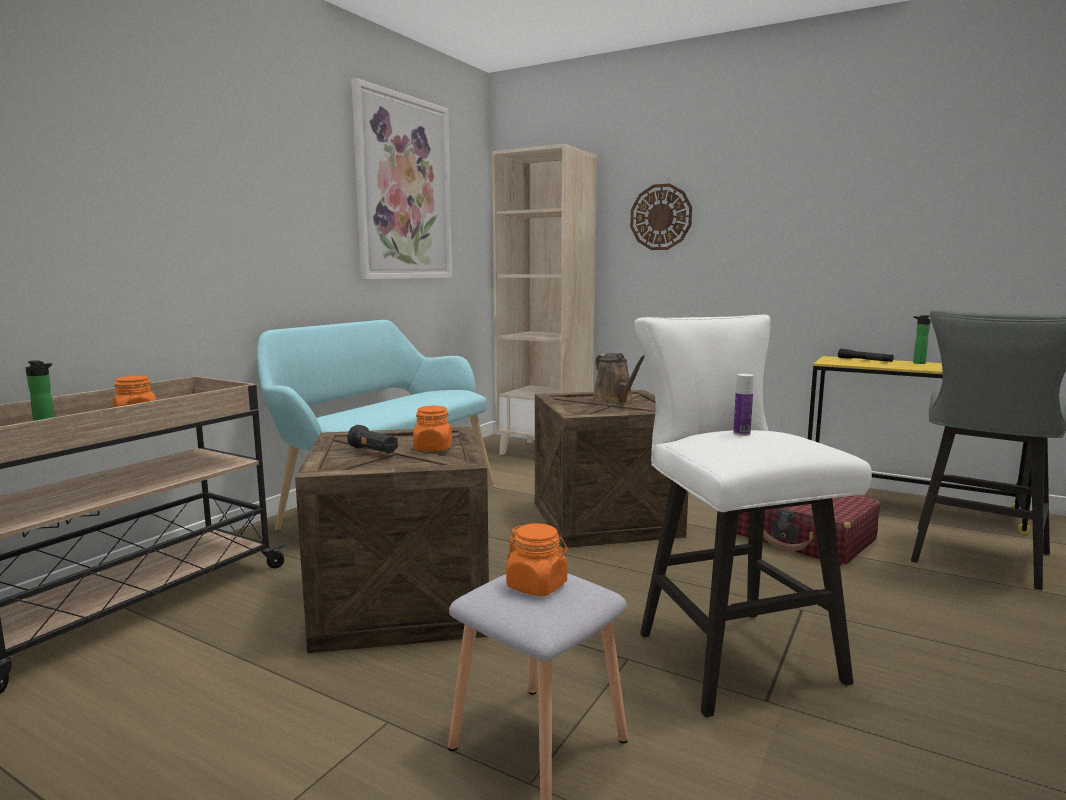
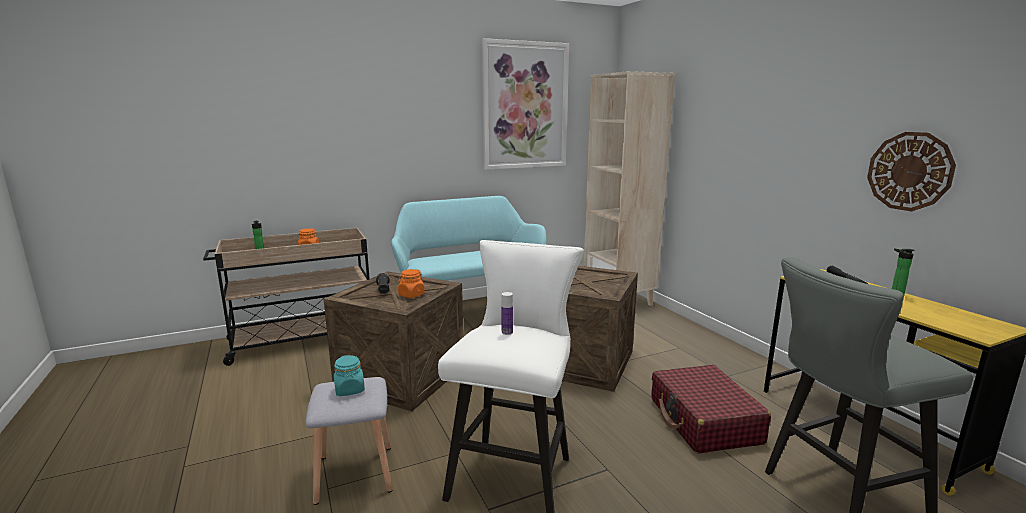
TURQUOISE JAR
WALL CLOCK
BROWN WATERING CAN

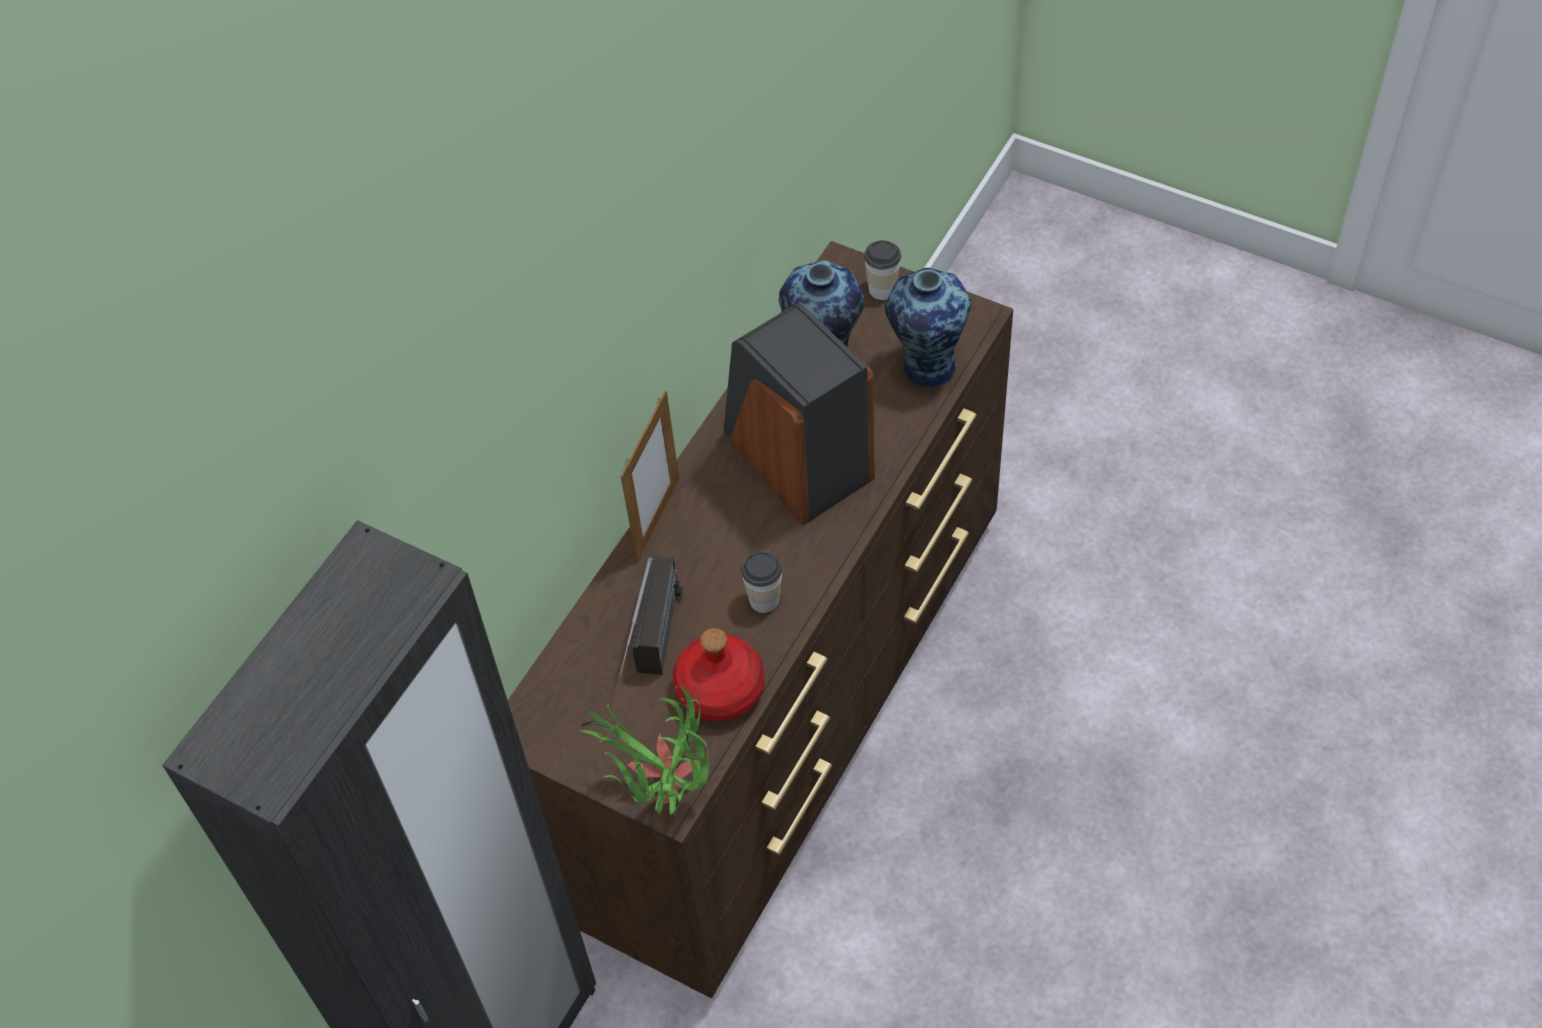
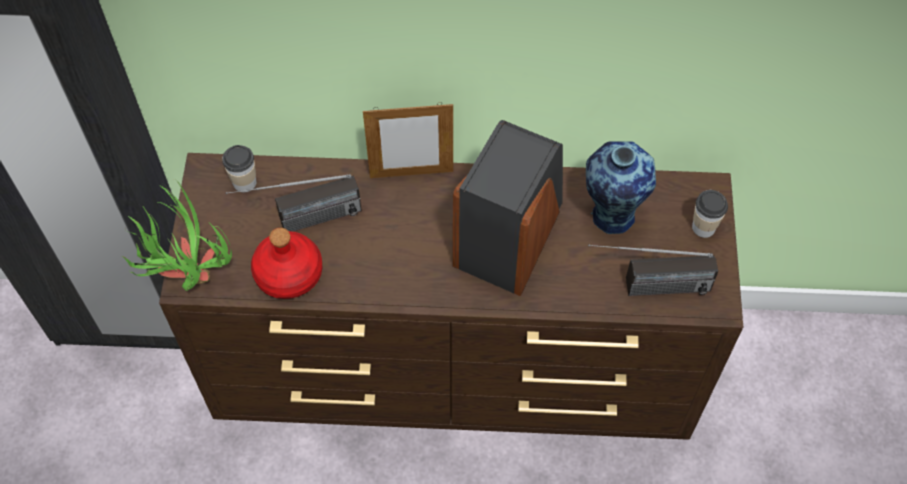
CUP (no. 1 from left)
RADIO (no. 2 from left)

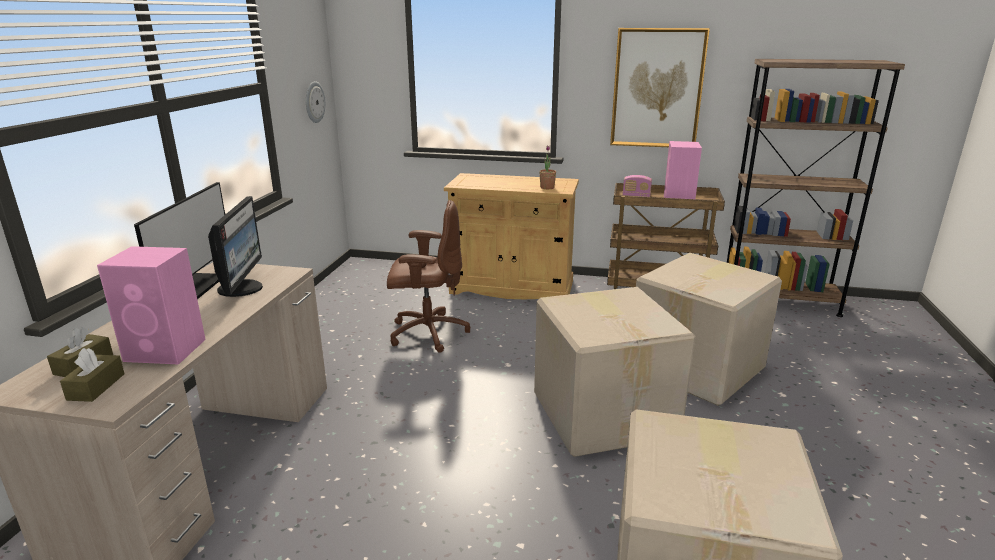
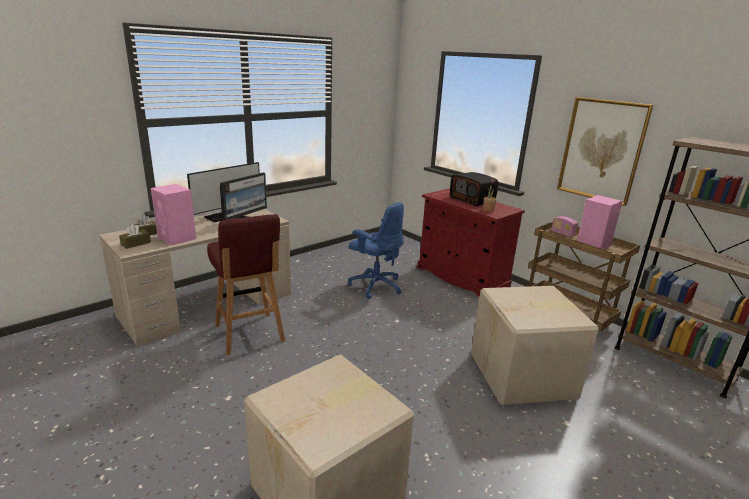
RED STOOL
BLUE OFFICE CHAIR
RED CABINET
RADIO (no. 1 from left)
WALL CLOCK
CARDBOARD BOX (no. 1 from left in the first image)

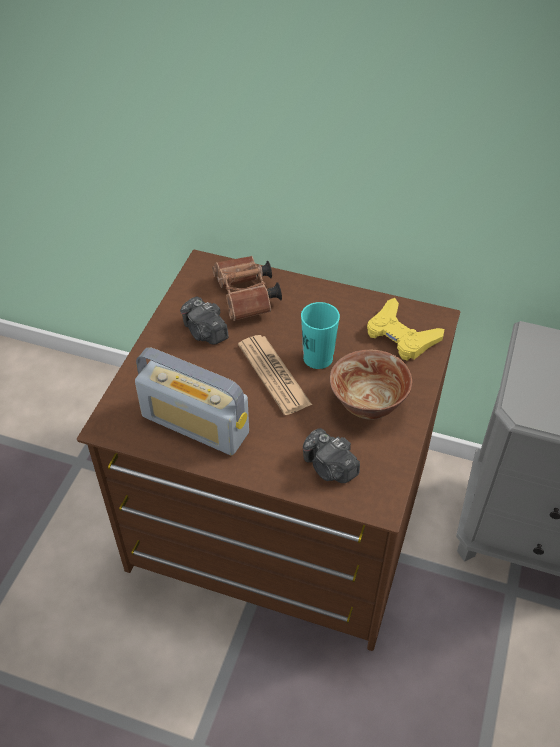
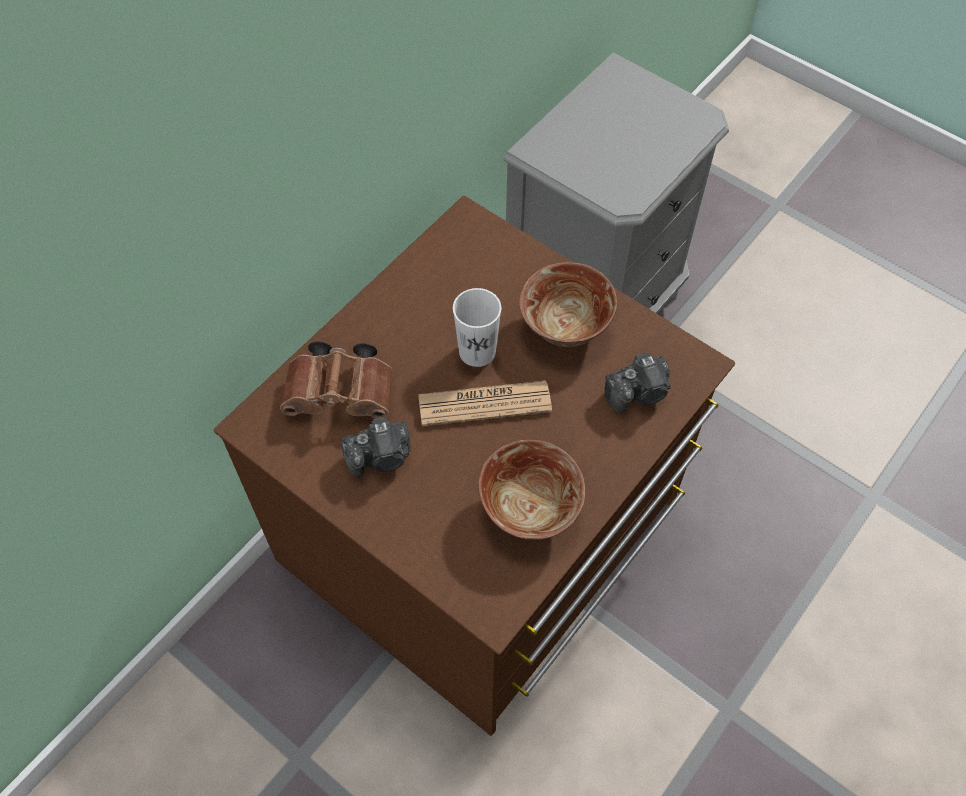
WHITE CUP
BOWL (no. 1 from left)
YELLOW GAME CONTROLLER

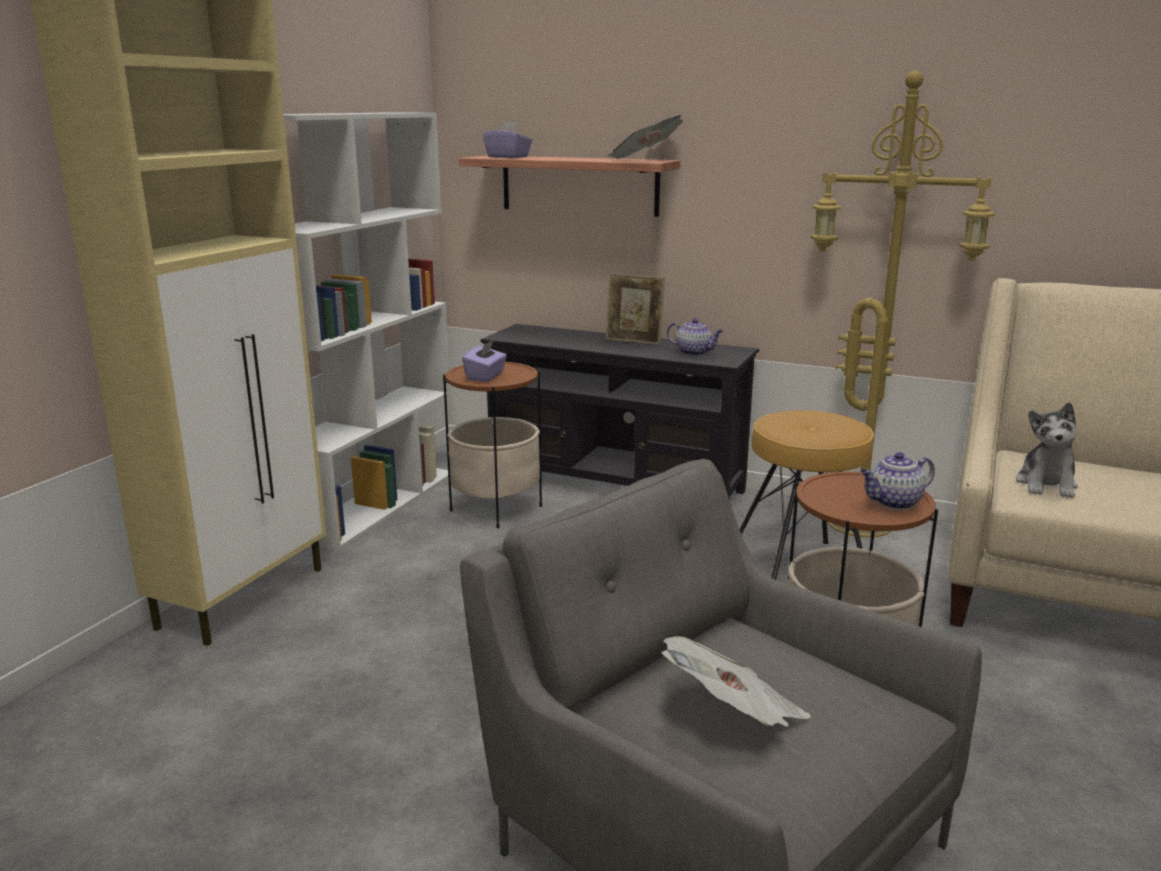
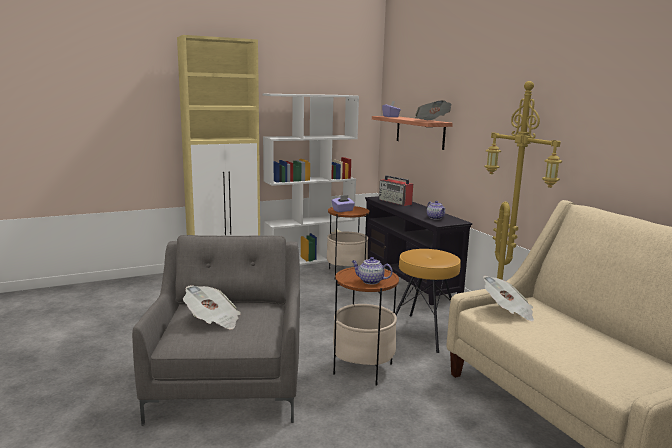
RADIO
NEWSPAPER (no. 3 from left)
PICTURE FRAME

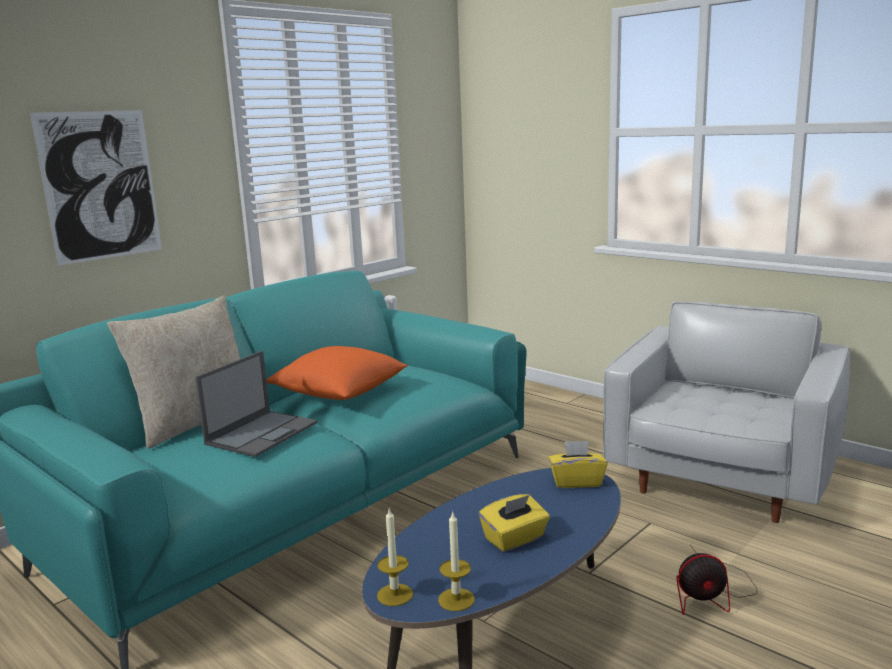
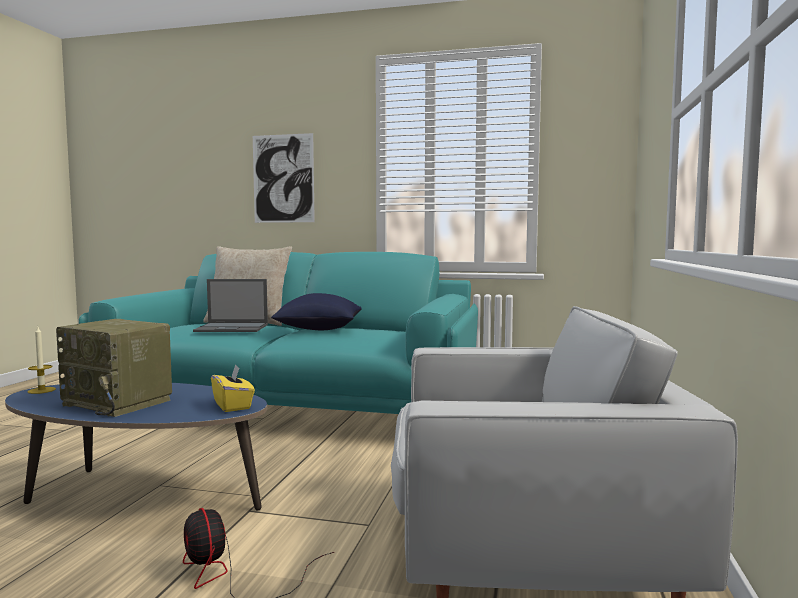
RADIO
BLUE PILLOW
CANDLE (no. 2 from left in the first image)

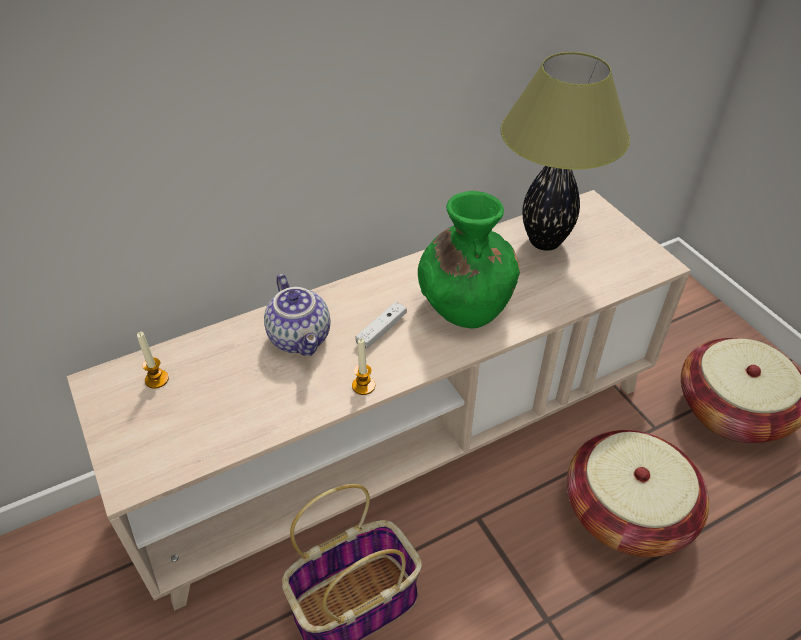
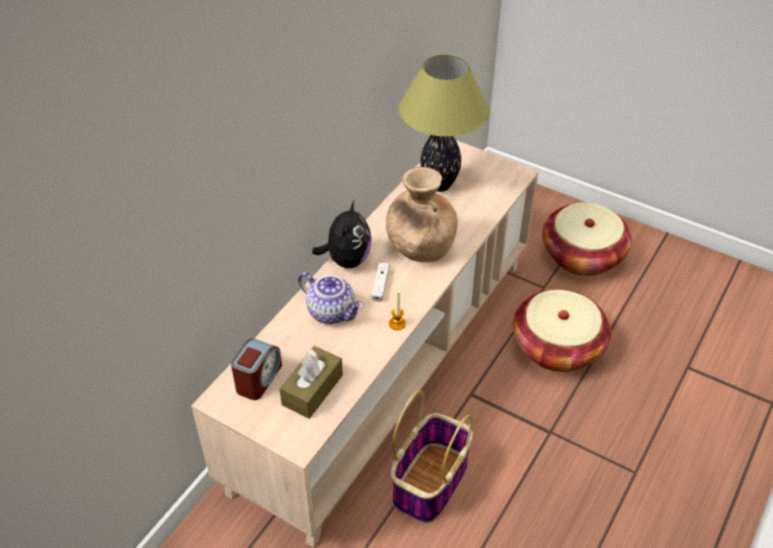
ALARM CLOCK
BROWN TISSUE BOX
PLUSH TOY
BROWN VASE

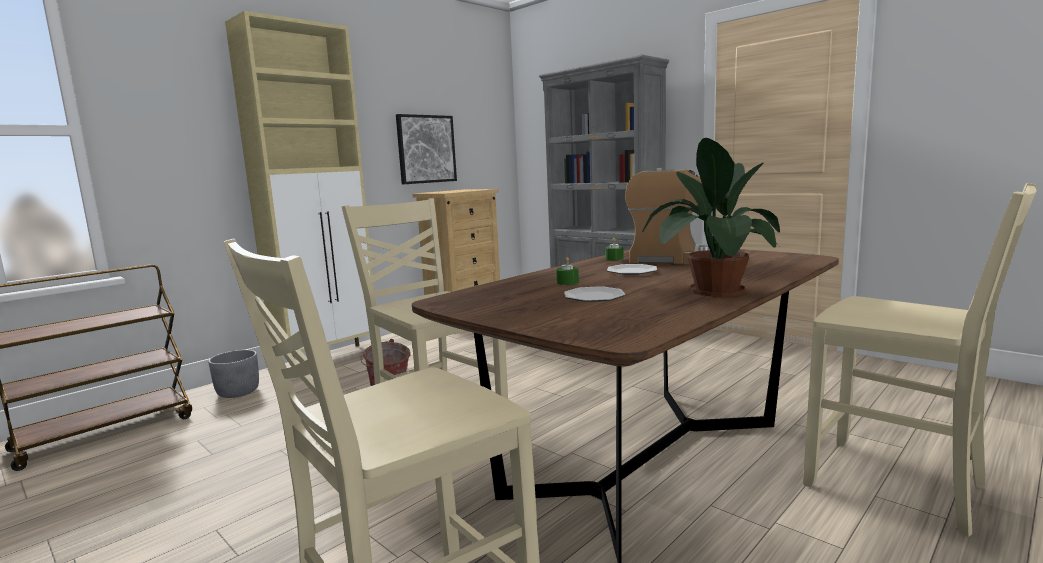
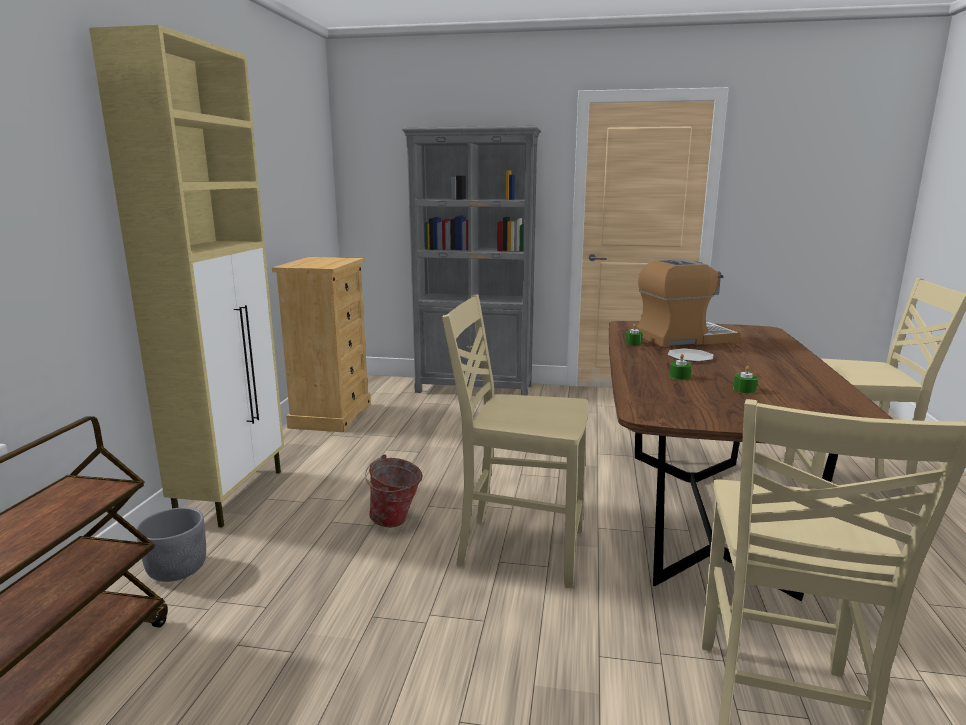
GREEN CANDLE (no. 3 from left)
PICTURE
POTTED PLANT

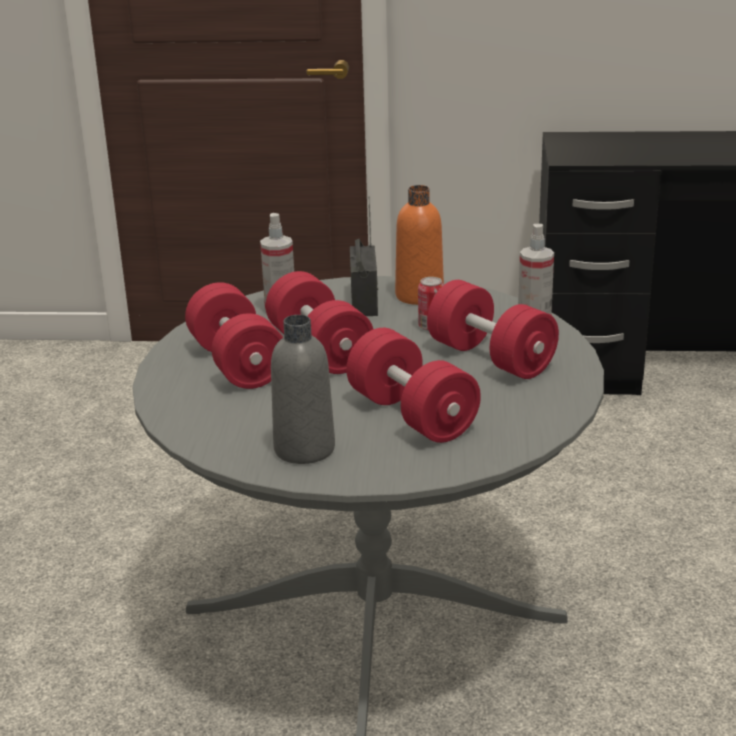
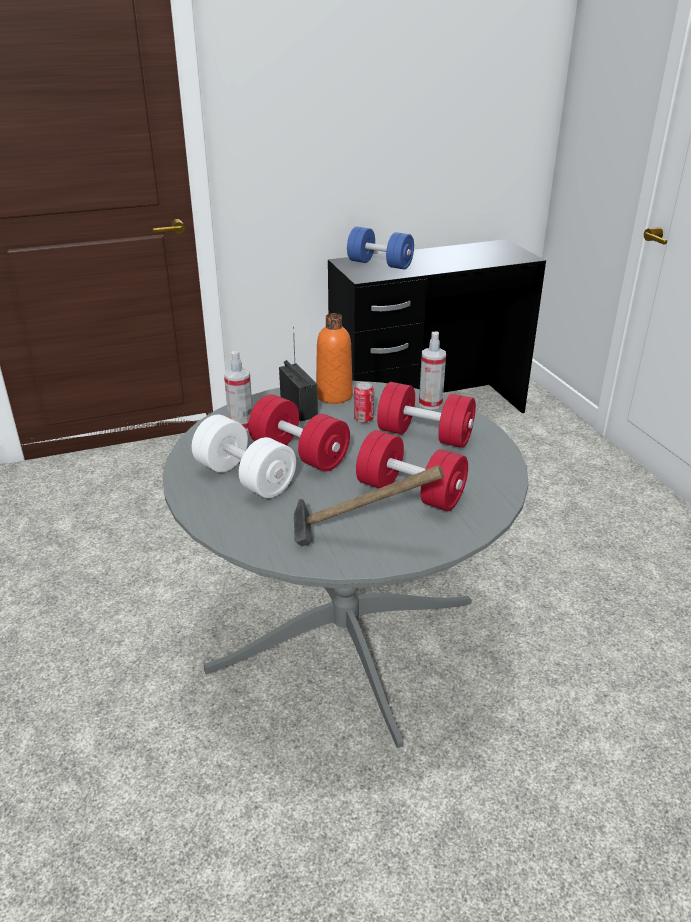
WHITE DUMBBELL
HAMMER
BLUE DUMBBELL

